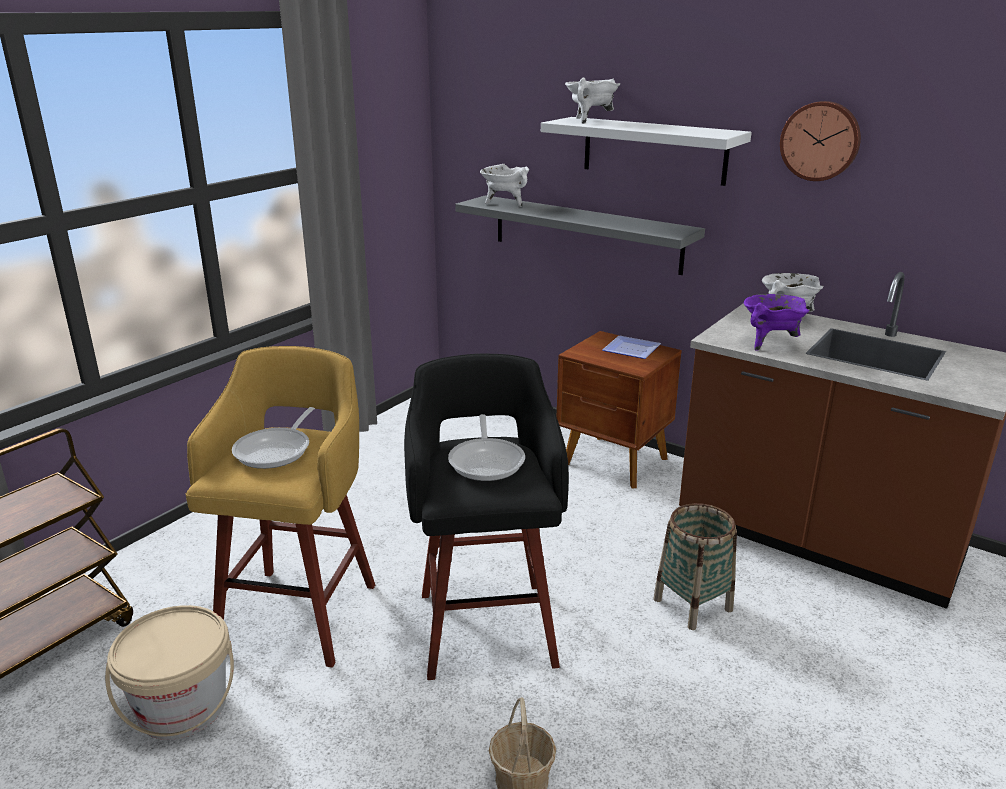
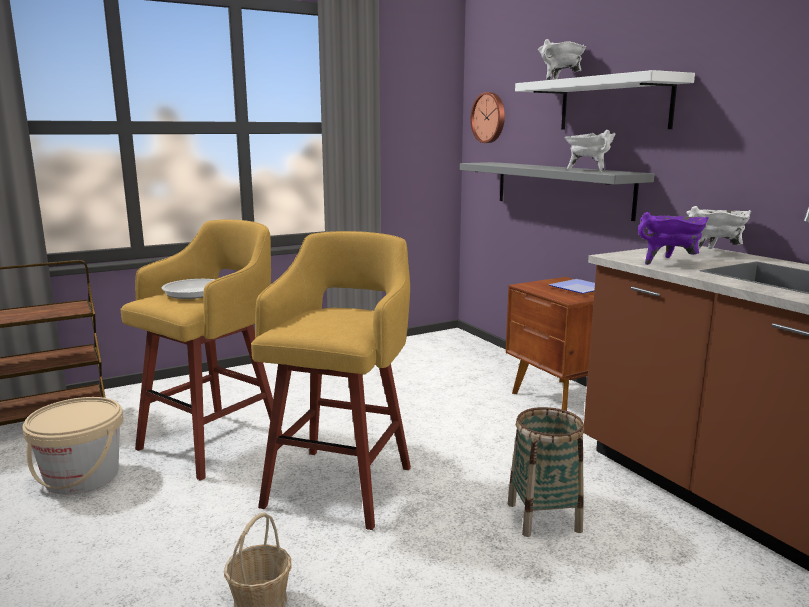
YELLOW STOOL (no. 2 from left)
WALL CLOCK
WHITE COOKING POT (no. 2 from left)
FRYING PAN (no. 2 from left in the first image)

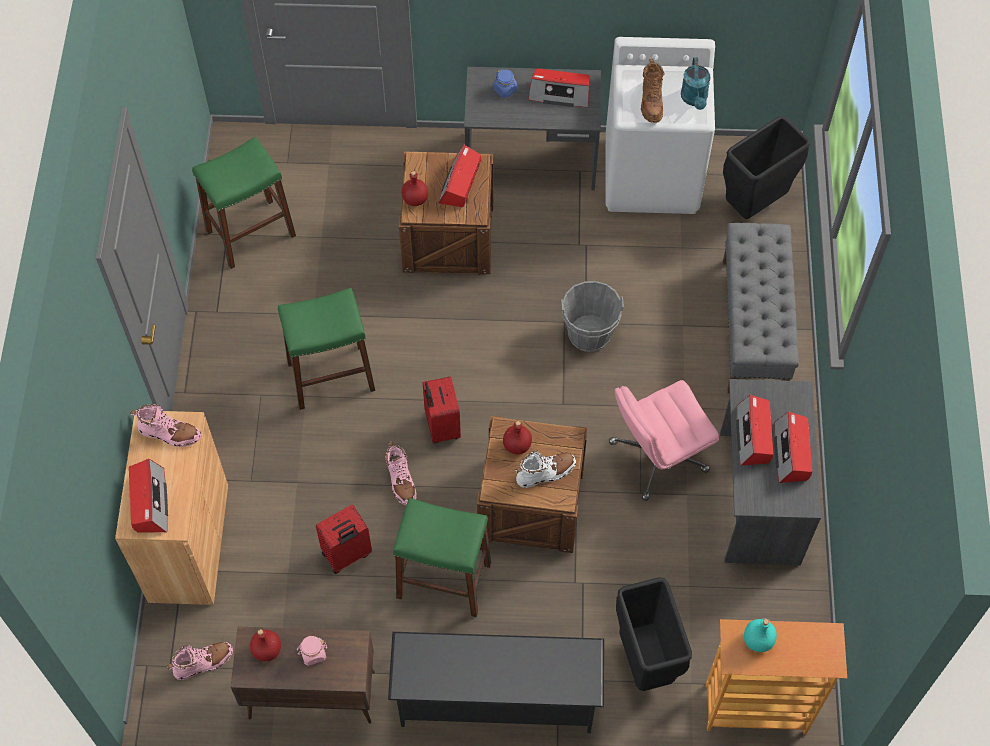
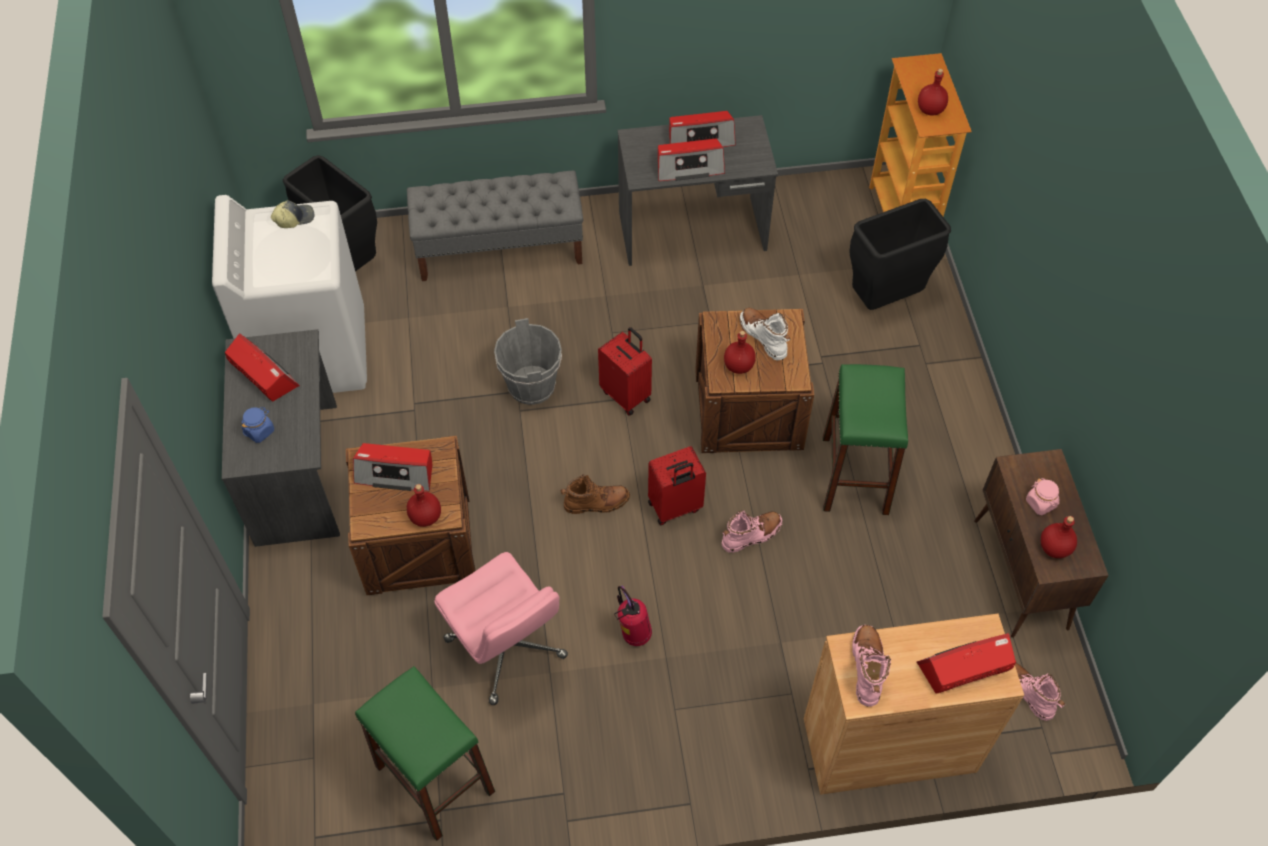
RADIO (no. 1 from left)
CAP
PINK OFFICE CHAIR
BROWN BOOT
RED SUITCASE (no. 1 from left)
FIRE EXTINGUISHER
RED BOTTLE (no. 3 from left)
BLACK SHOE RACK

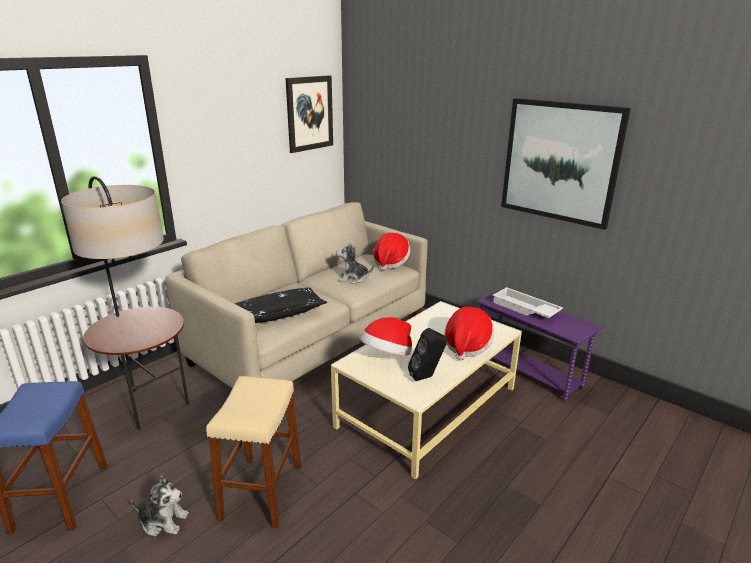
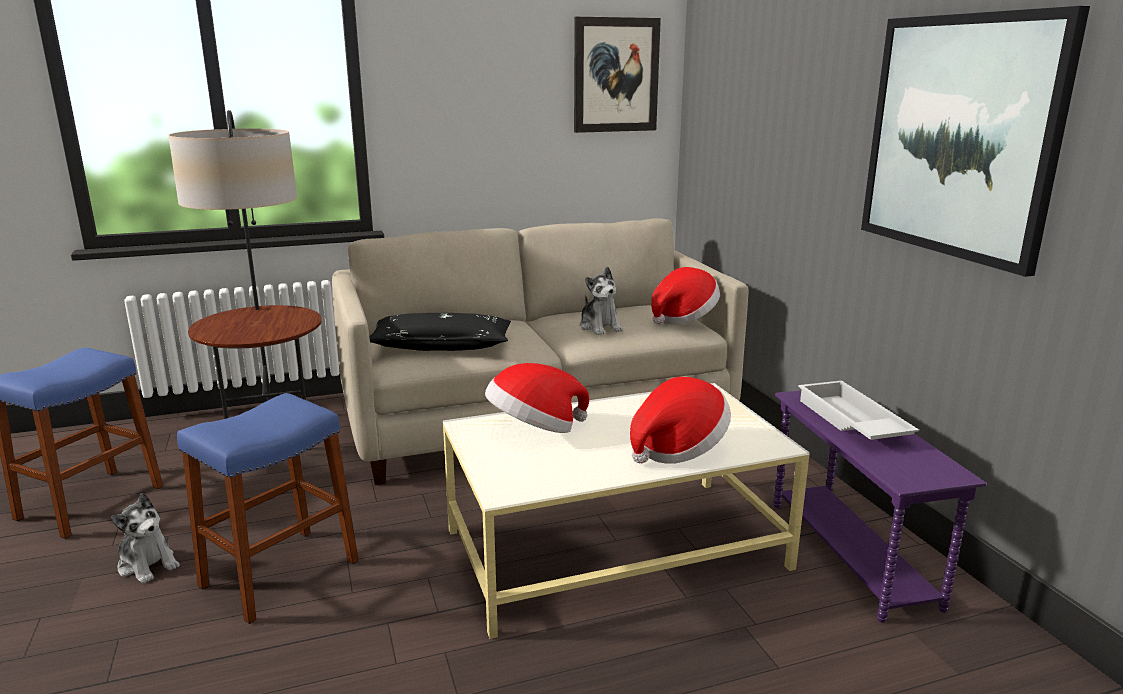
BLUE STOOL (no. 2 from left)
PLUSH TOY (no. 2 from left)
BLACK SPEAKER

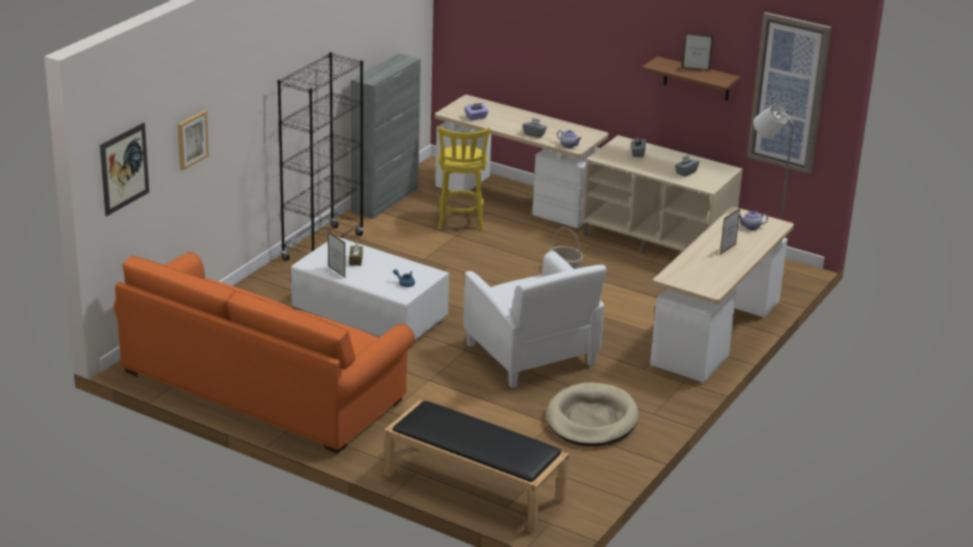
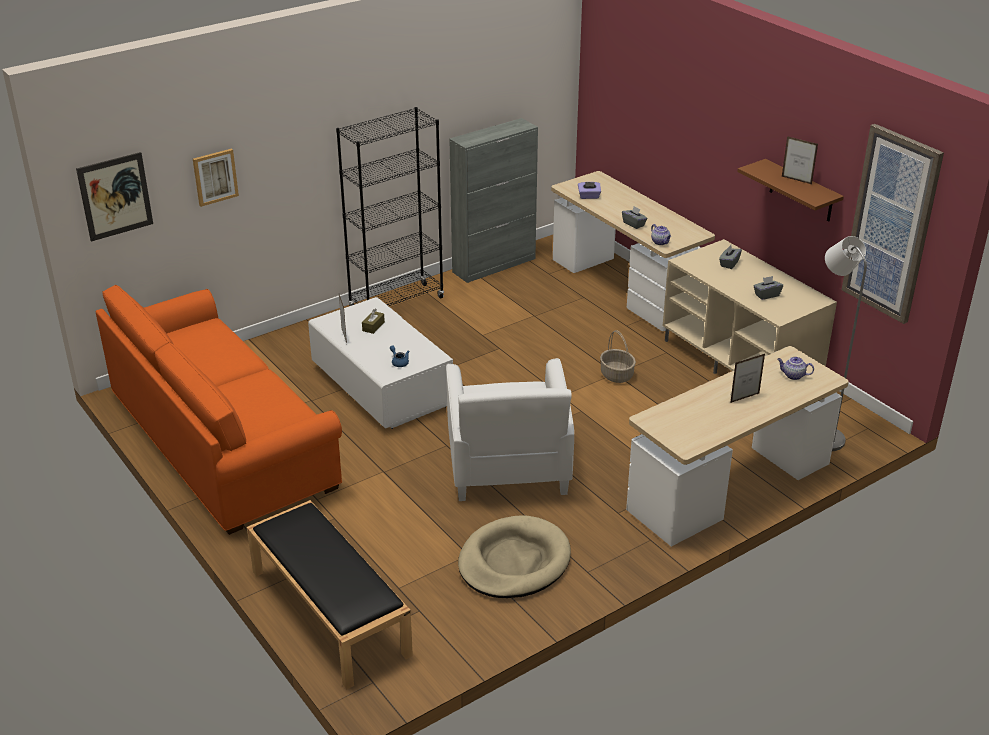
YELLOW STOOL

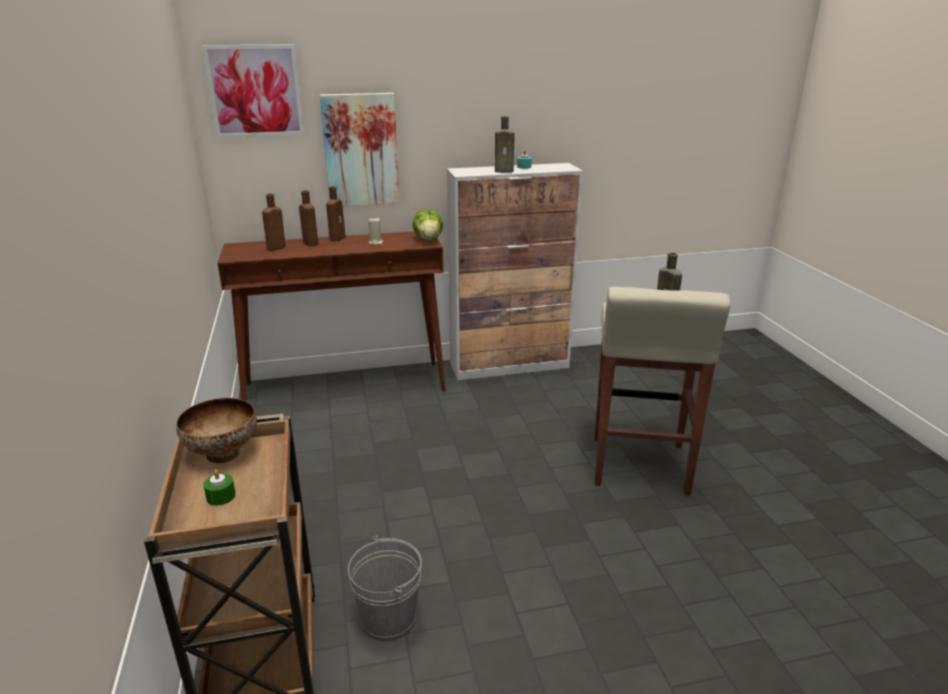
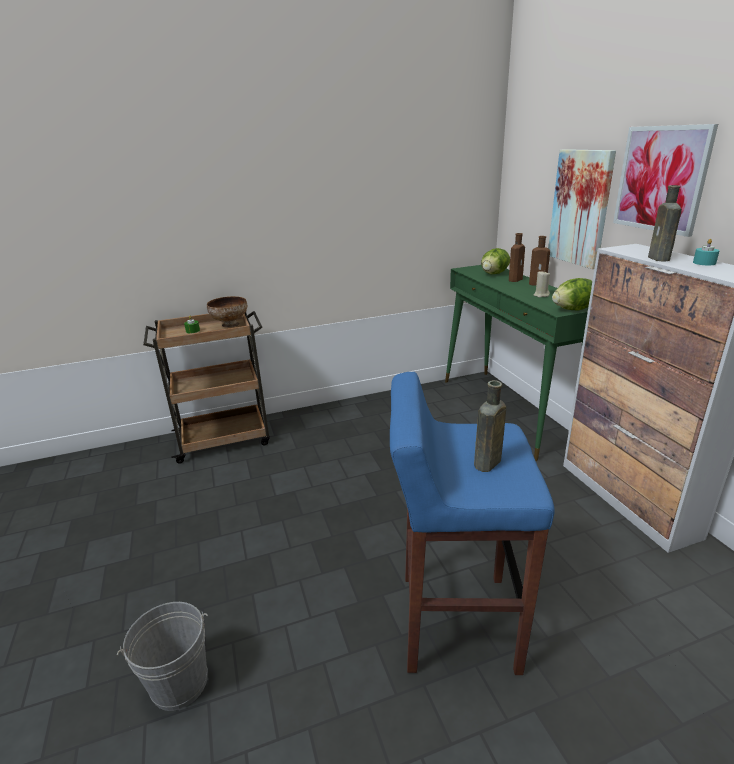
GREY BUCKET
BLUE STOOL
GREEN CONSOLE TABLE
LETTUCE (no. 1 from left)
PICTURE (no. 2 from left)

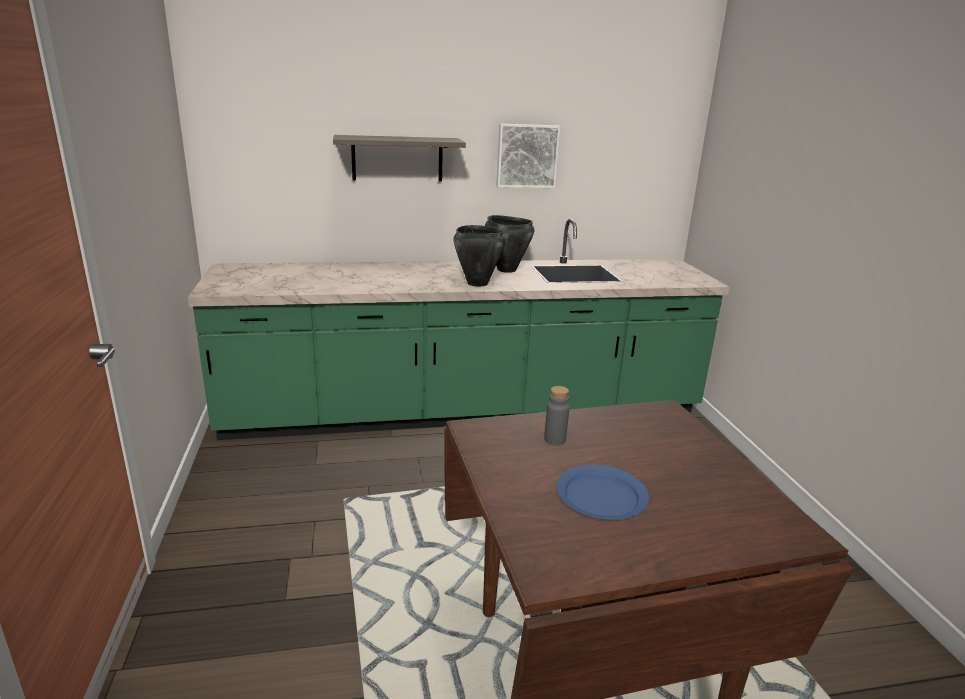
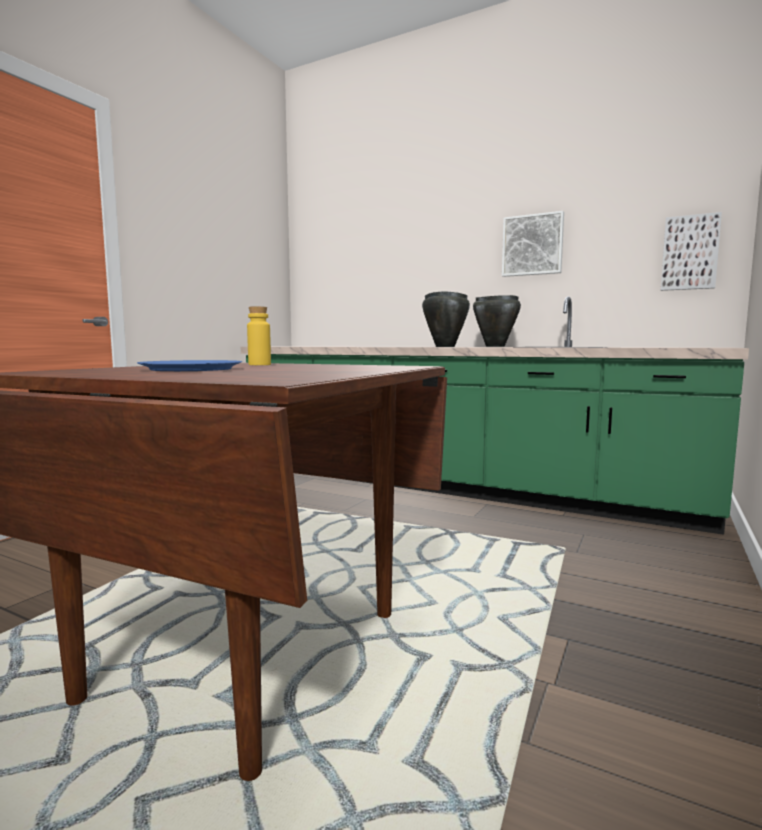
YELLOW BOTTLE
PICTURE (no. 2 from left)
SHELF

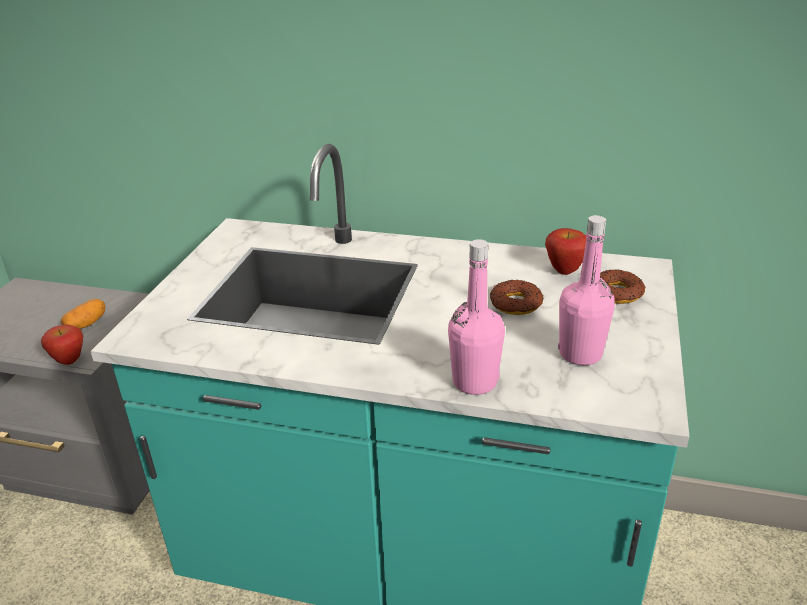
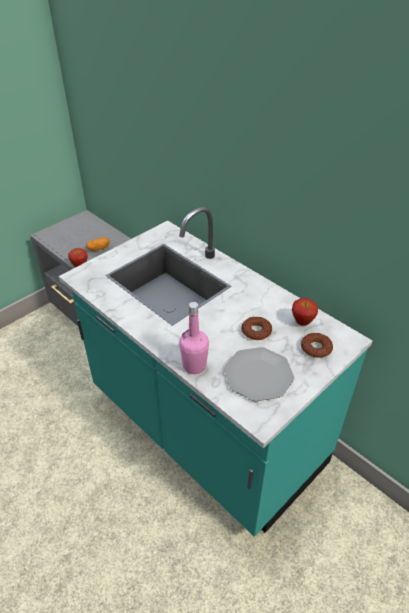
PLATE

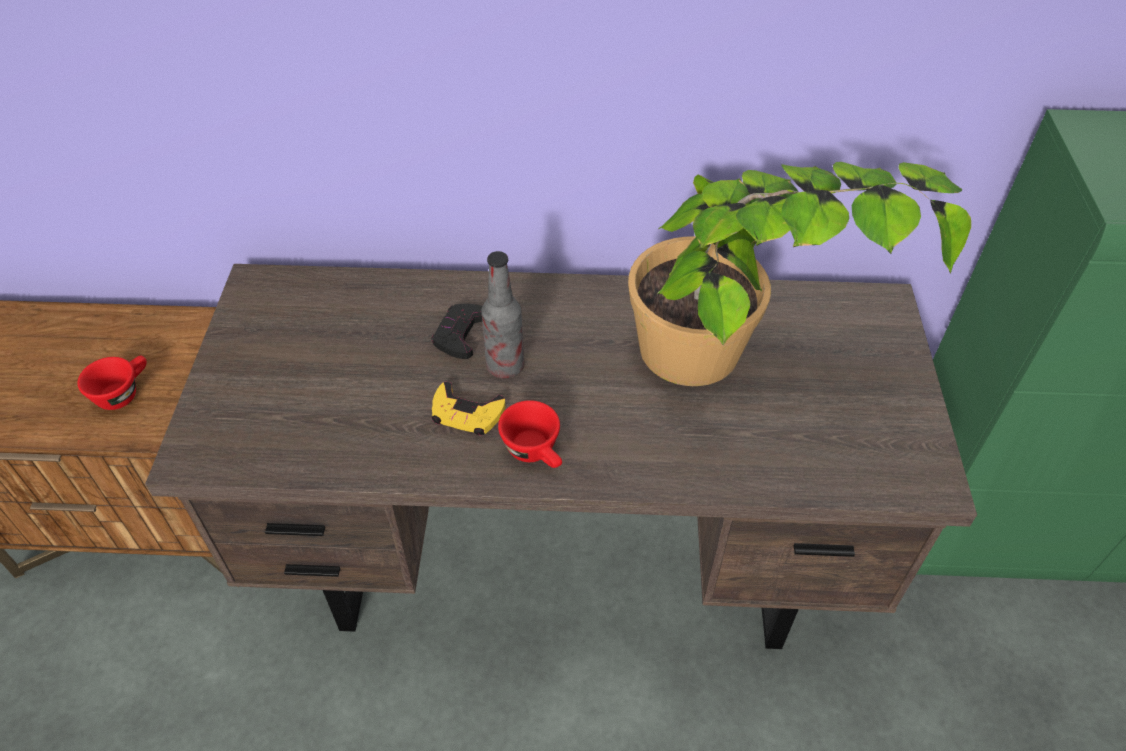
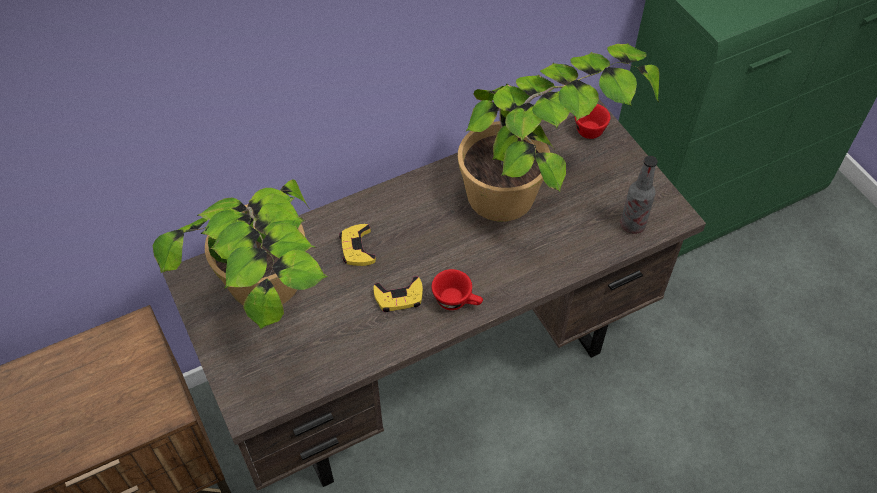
POTTED PLANT (no. 1 from left)
YELLOW GAME CONTROLLER (no. 1 from left)
RED CUP (no. 2 from left)
BOTTLE

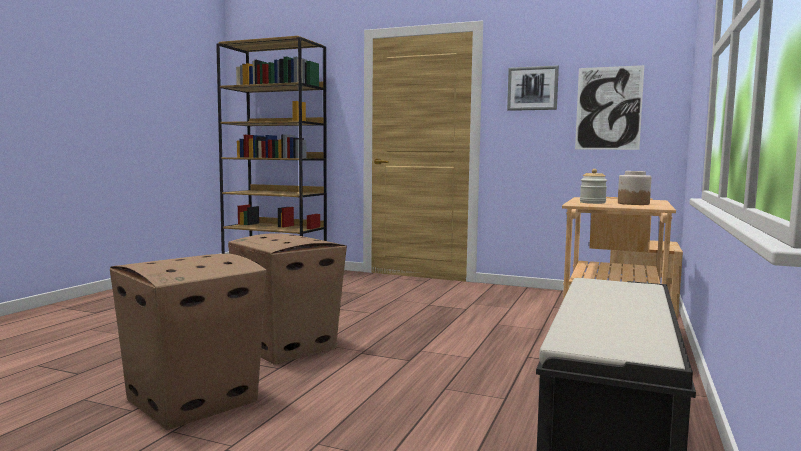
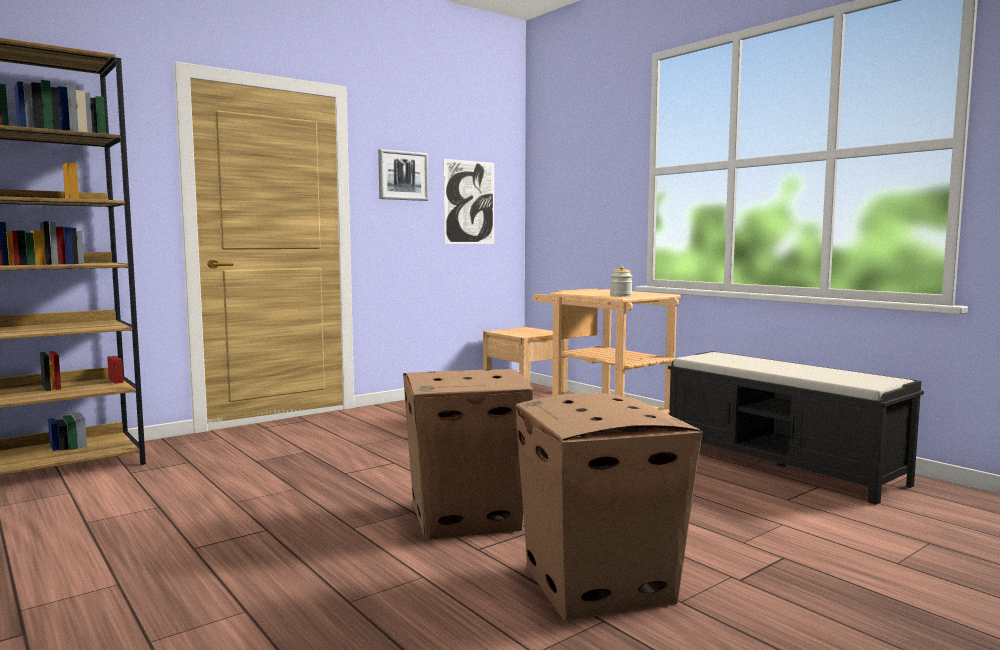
JAR (no. 2 from left in the first image)

